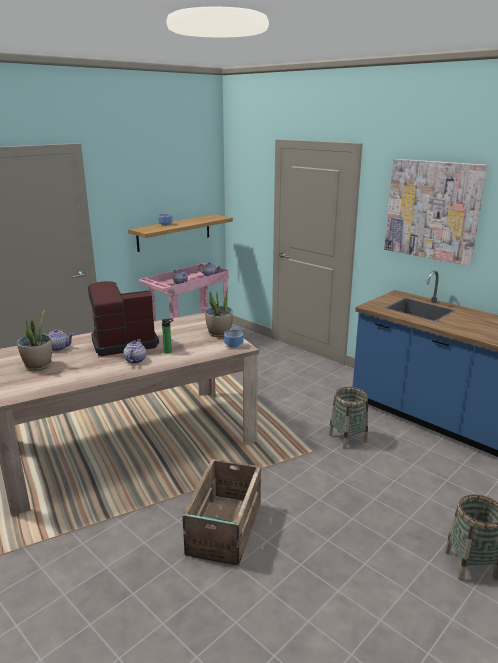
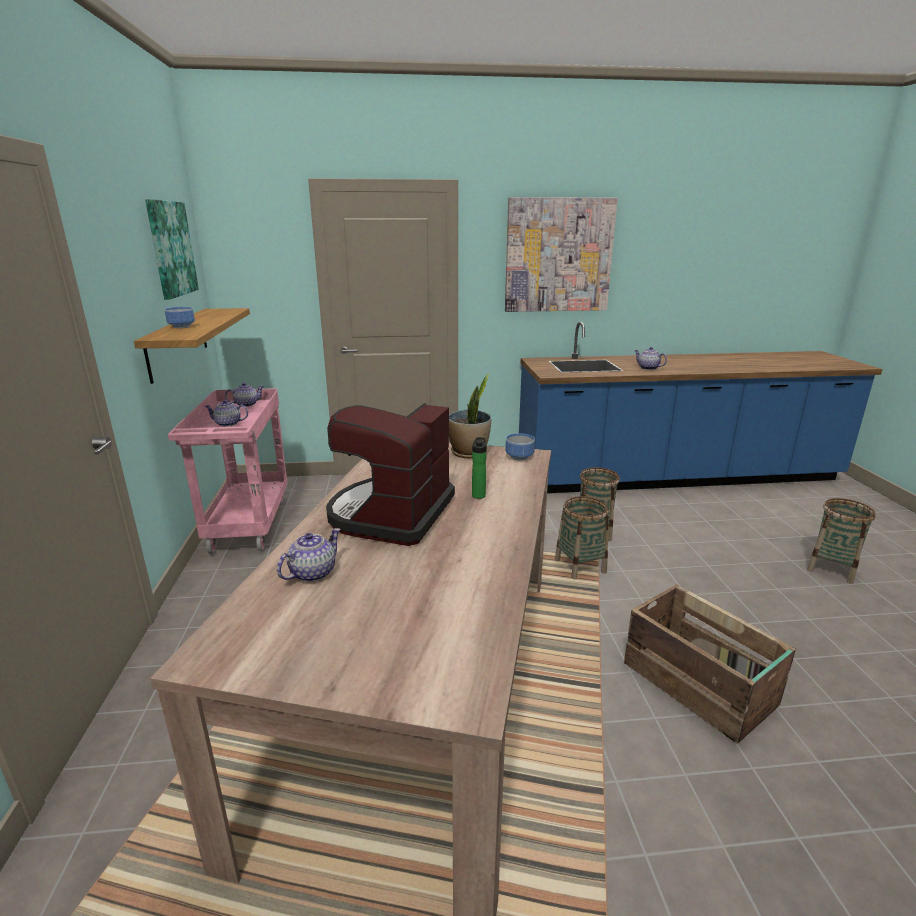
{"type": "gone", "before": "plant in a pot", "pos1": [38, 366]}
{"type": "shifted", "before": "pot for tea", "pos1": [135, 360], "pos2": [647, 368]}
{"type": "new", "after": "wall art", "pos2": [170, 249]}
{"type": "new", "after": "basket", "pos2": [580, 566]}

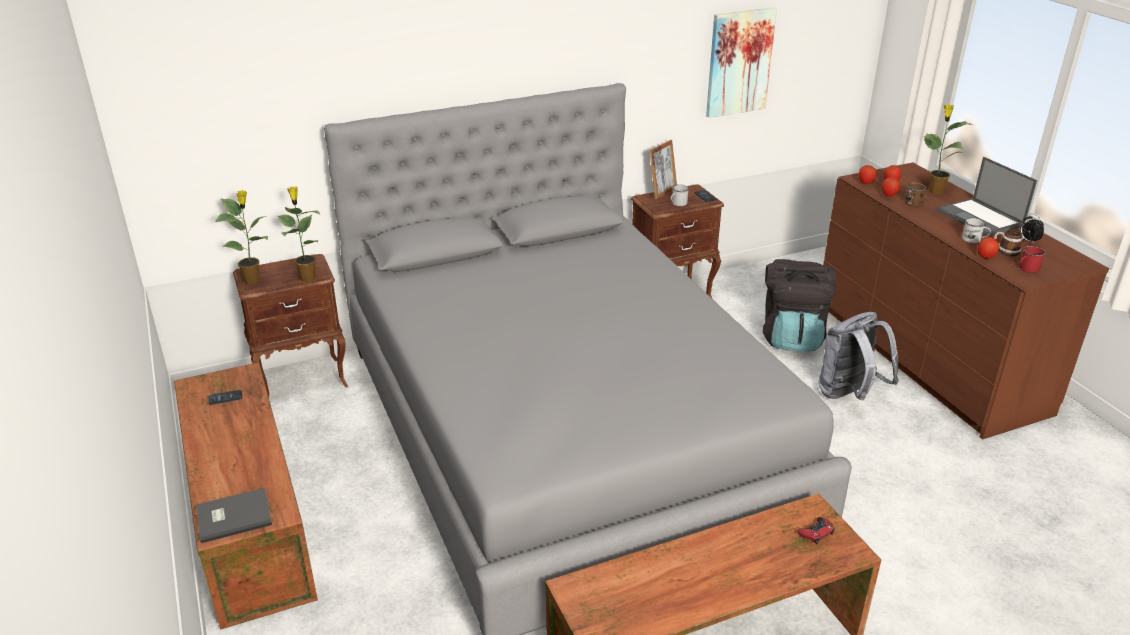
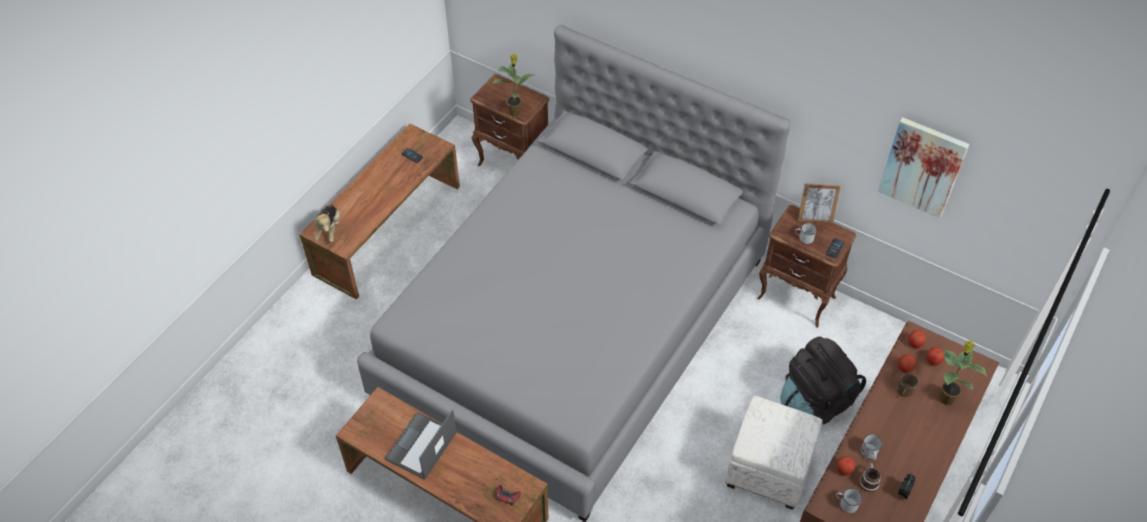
{"type": "shifted", "before": "laptop", "pos1": [981, 218], "pos2": [421, 447]}
{"type": "gone", "before": "plant in a pot", "pos1": [253, 280]}
{"type": "repainted", "before": "red-coloured coffee mug", "after": "white-coloured coffee mug", "pos1": [1026, 269], "pos2": [846, 504]}
{"type": "swapped", "before": "greyish knapsack", "after": "white-coloured pouffe", "pos1": [849, 395], "pos2": [767, 471]}
{"type": "swapped", "before": "greyish bound book", "after": "plush toy", "pos1": [233, 516], "pos2": [329, 229]}

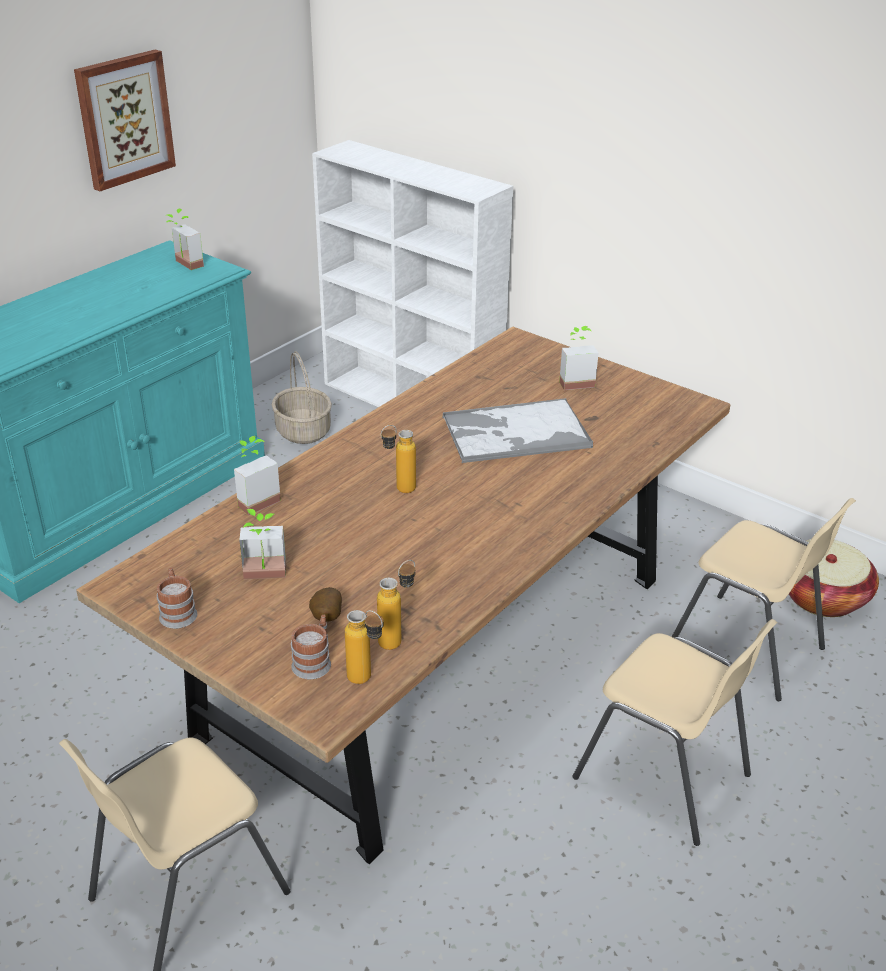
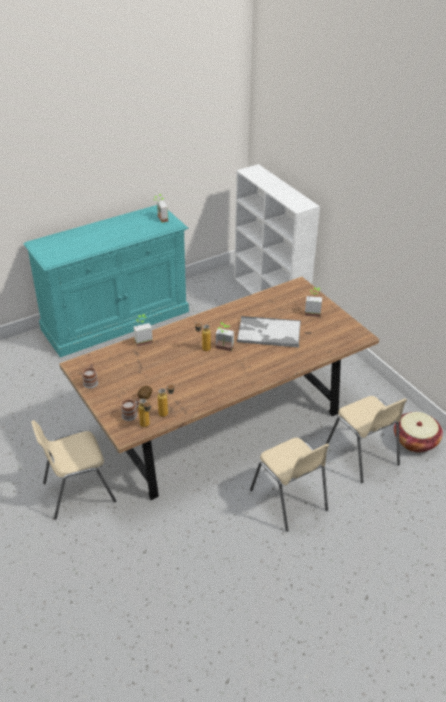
{"type": "gone", "before": "wall art", "pos1": [124, 119]}
{"type": "gone", "before": "basket", "pos1": [304, 432]}
{"type": "shifted", "before": "plant in a pot", "pos1": [264, 577], "pos2": [223, 349]}

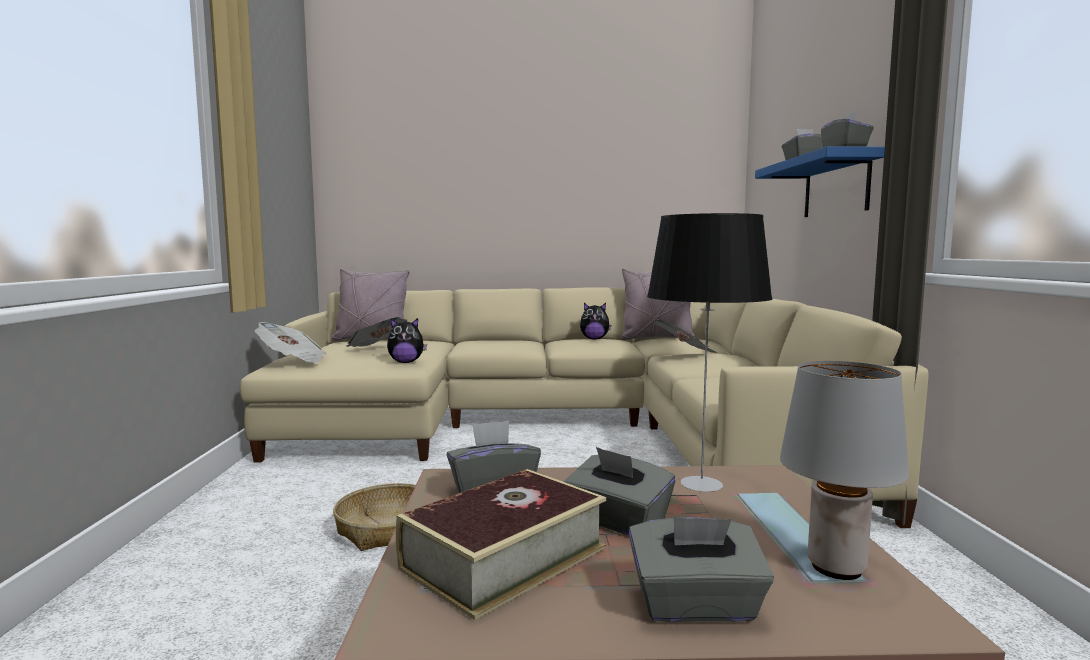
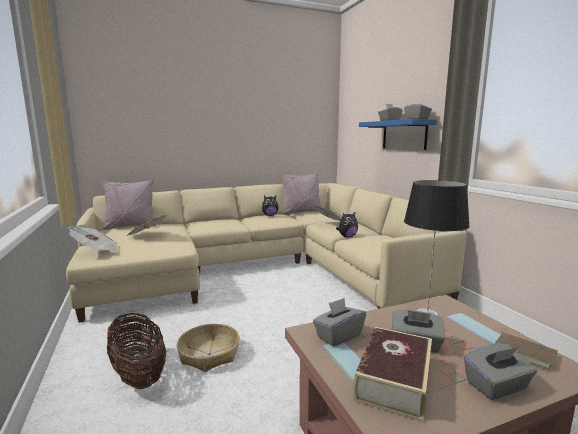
{"type": "shifted", "before": "plush toy", "pos1": [406, 362], "pos2": [347, 237]}
{"type": "swapped", "before": "greyish tabletop lamp", "after": "brown bound book", "pos1": [837, 568], "pos2": [524, 352]}
{"type": "new", "after": "basket", "pos2": [138, 375]}

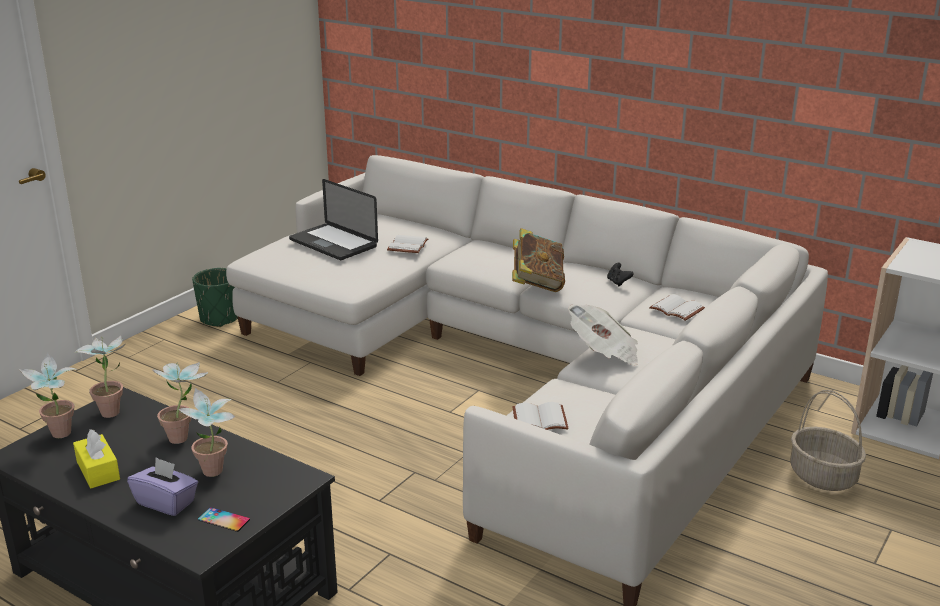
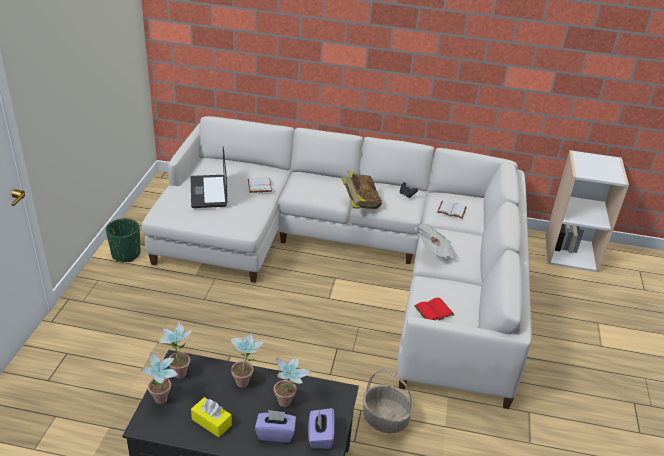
{"type": "rotated", "before": "laptop", "pos1": [333, 243], "pos2": [208, 192], "turn": 60}
{"type": "shifted", "before": "basket", "pos1": [823, 476], "pos2": [386, 419]}
{"type": "repainted", "before": "white-coloured bound book", "after": "red-coloured bound book", "pos1": [540, 418], "pos2": [434, 310]}
{"type": "swapped", "before": "handset", "after": "purplish tissue holder", "pos1": [224, 520], "pos2": [320, 436]}

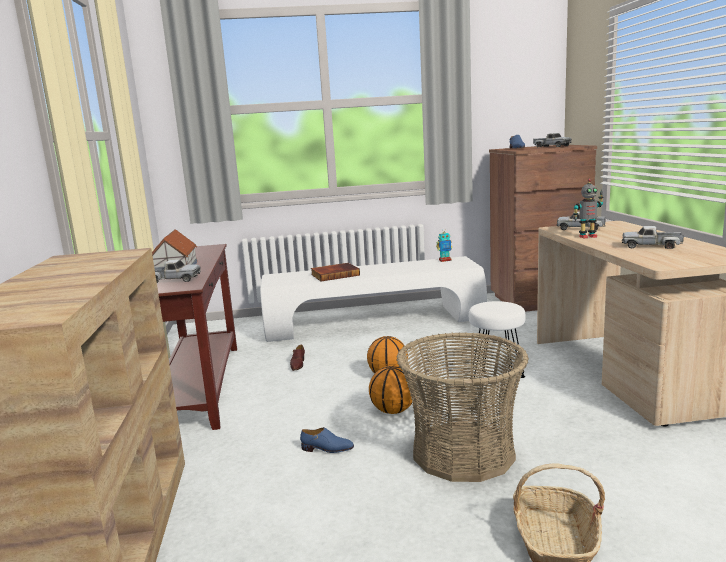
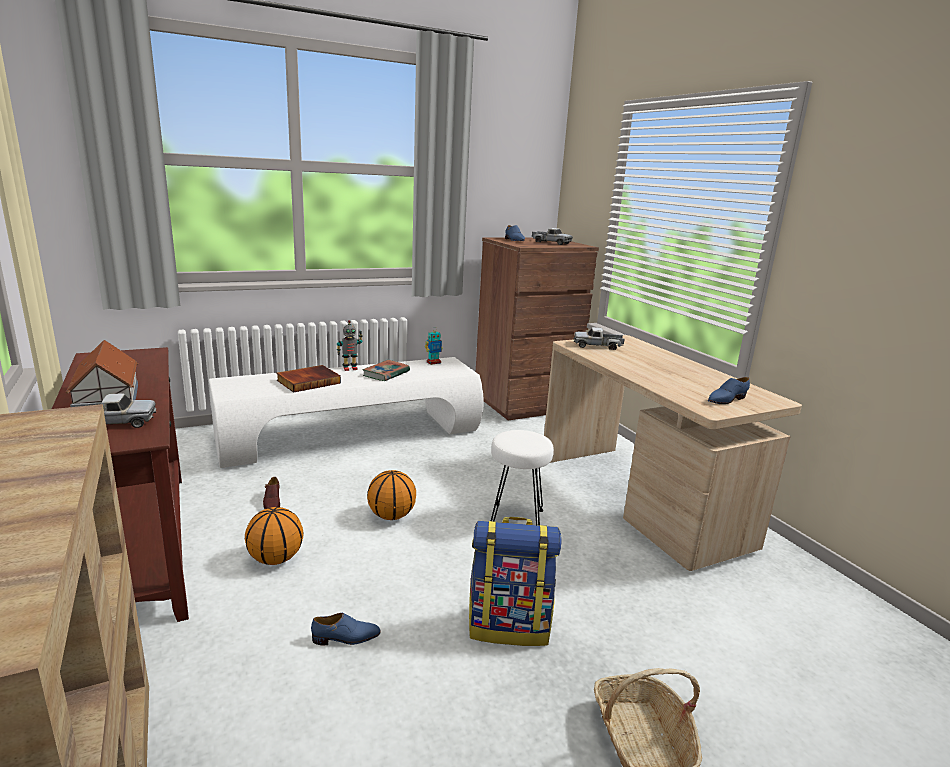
{"type": "shifted", "before": "toy robot", "pos1": [587, 236], "pos2": [350, 368]}
{"type": "gone", "before": "model truck", "pos1": [651, 246]}
{"type": "swapped", "before": "basket", "after": "knapsack", "pos1": [463, 452], "pos2": [509, 625]}
{"type": "shifted", "before": "basketball ball", "pos1": [393, 410], "pos2": [276, 558]}
{"type": "new", "after": "bound book", "pos2": [386, 373]}
{"type": "new", "after": "blue low shoe", "pos2": [726, 400]}

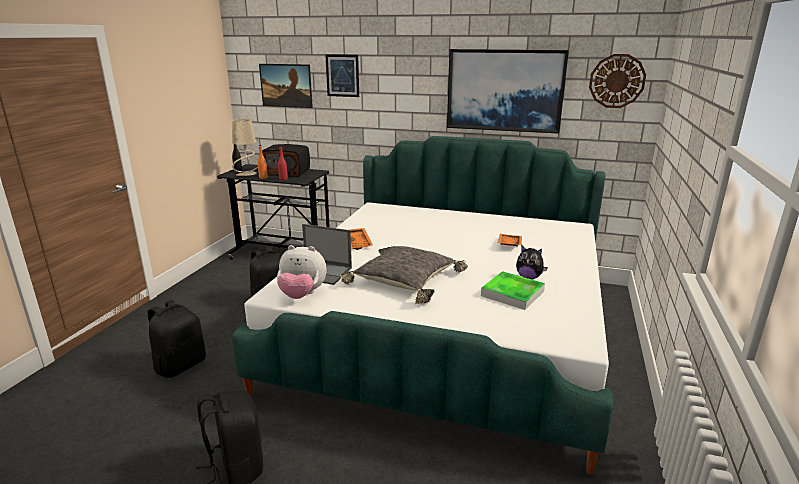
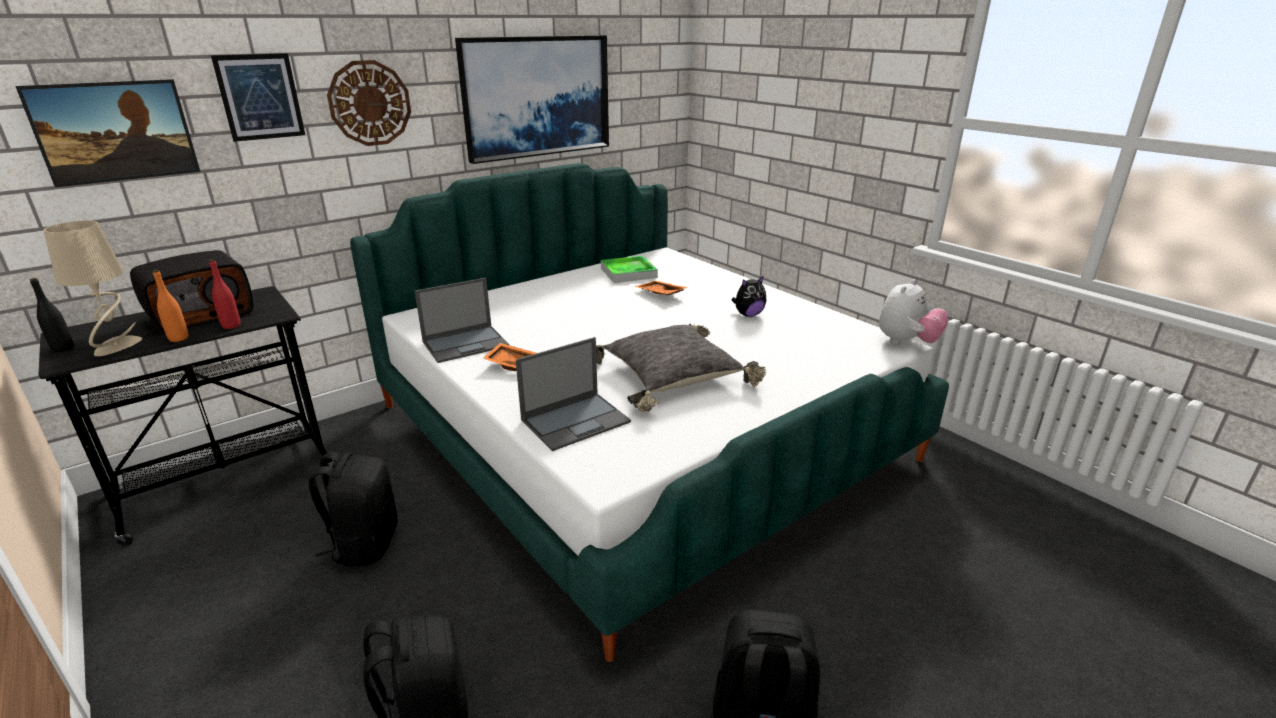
{"type": "shifted", "before": "clock on the wall", "pos1": [617, 81], "pos2": [370, 103]}
{"type": "shifted", "before": "plush toy", "pos1": [302, 295], "pos2": [906, 342]}
{"type": "shifted", "before": "carrying tray", "pos1": [512, 293], "pos2": [628, 273]}
{"type": "new", "after": "laptop", "pos2": [466, 344]}

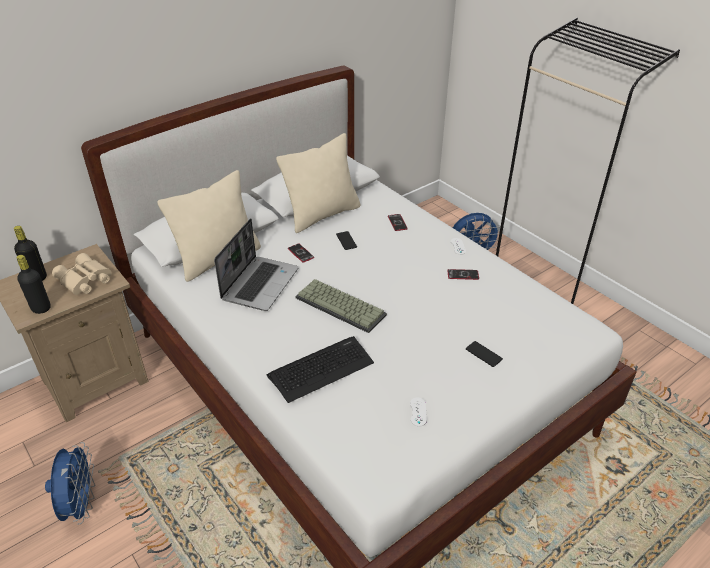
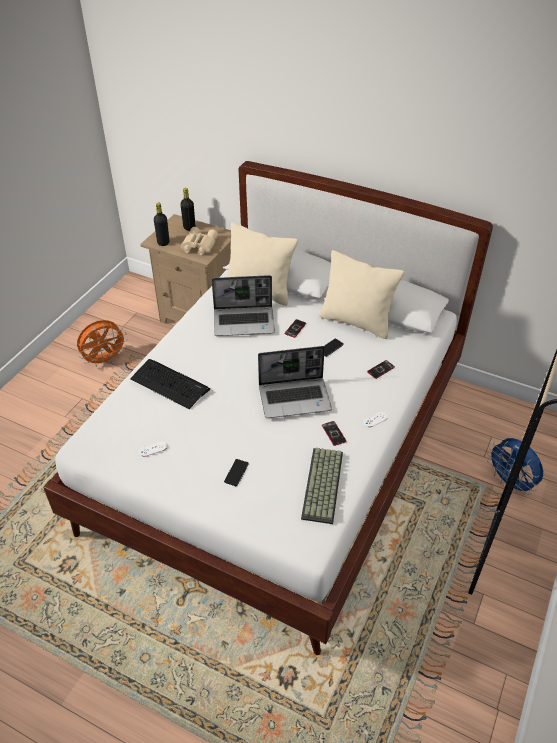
{"type": "shifted", "before": "keyboard", "pos1": [342, 306], "pos2": [324, 486]}
{"type": "repainted", "before": "blue electric fan", "after": "orangey electric fan", "pos1": [81, 505], "pos2": [105, 360]}
{"type": "new", "after": "laptop", "pos2": [295, 398]}

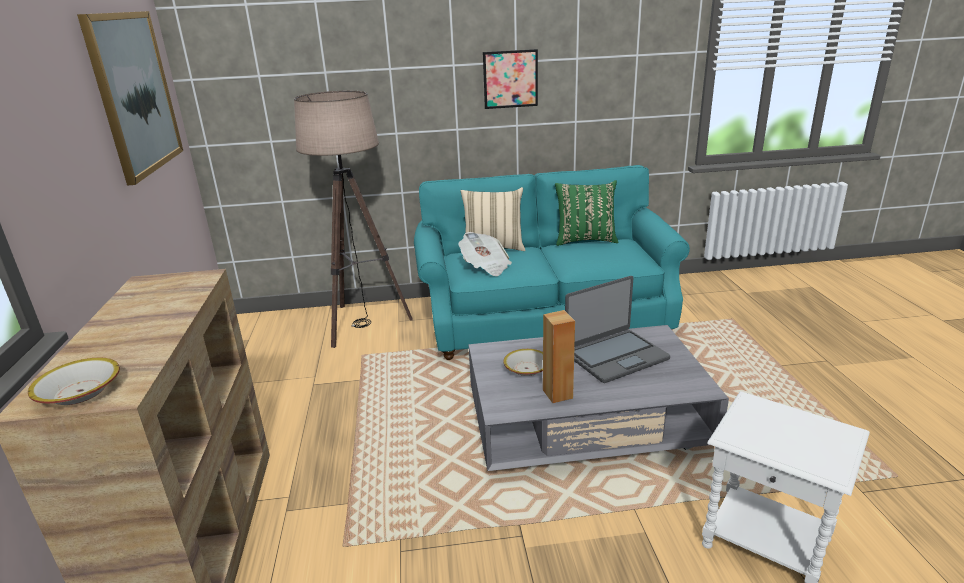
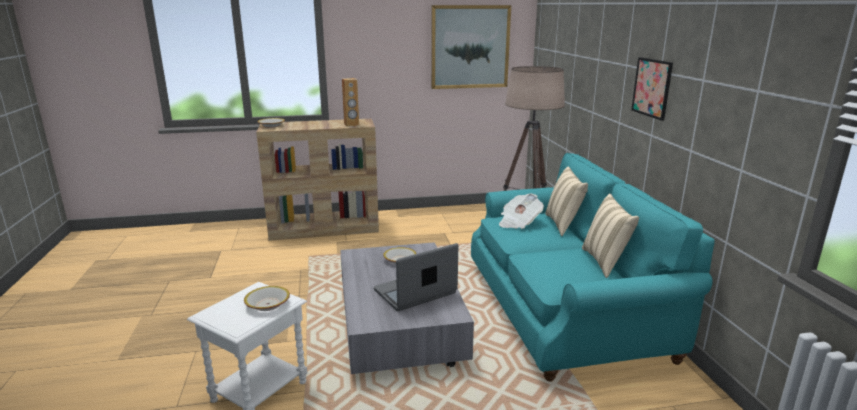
{"type": "repainted", "before": "green pillow", "after": "beige-coloured pillow", "pos1": [585, 240], "pos2": [605, 262]}
{"type": "rotated", "before": "laptop", "pos1": [615, 356], "pos2": [415, 292], "turn": 90}
{"type": "shifted", "before": "brown loudspeaker", "pos1": [558, 394], "pos2": [351, 125]}
{"type": "new", "after": "serving bowl", "pos2": [268, 304]}

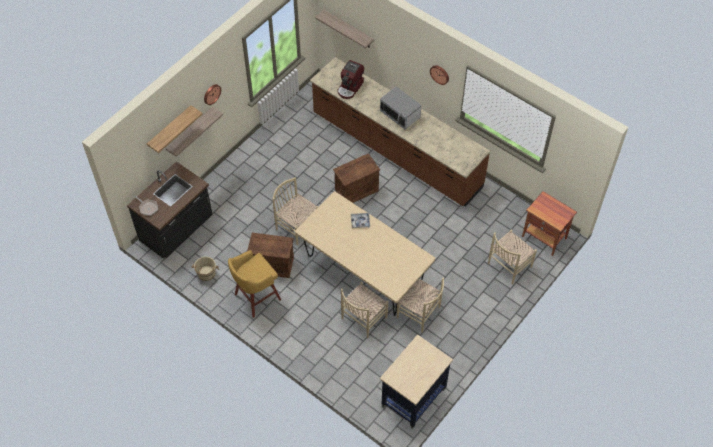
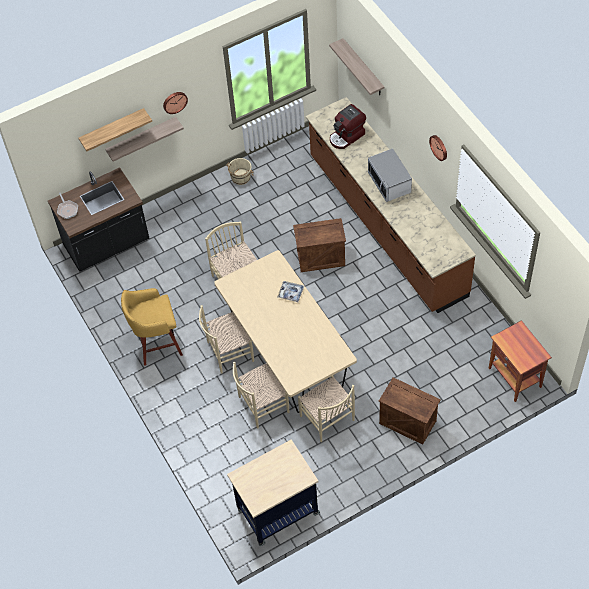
{"type": "shifted", "before": "beige-coloured plain chair", "pos1": [508, 266], "pos2": [228, 352]}
{"type": "shifted", "before": "crate", "pos1": [272, 265], "pos2": [407, 422]}
{"type": "shifted", "before": "beige-coloured pail", "pos1": [206, 274], "pos2": [240, 178]}

